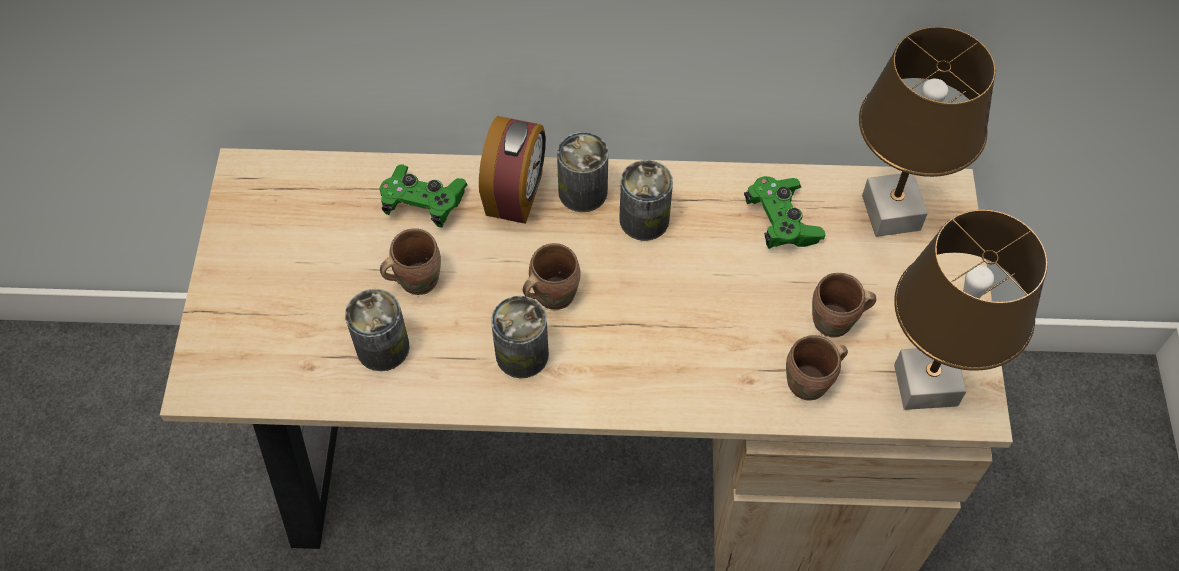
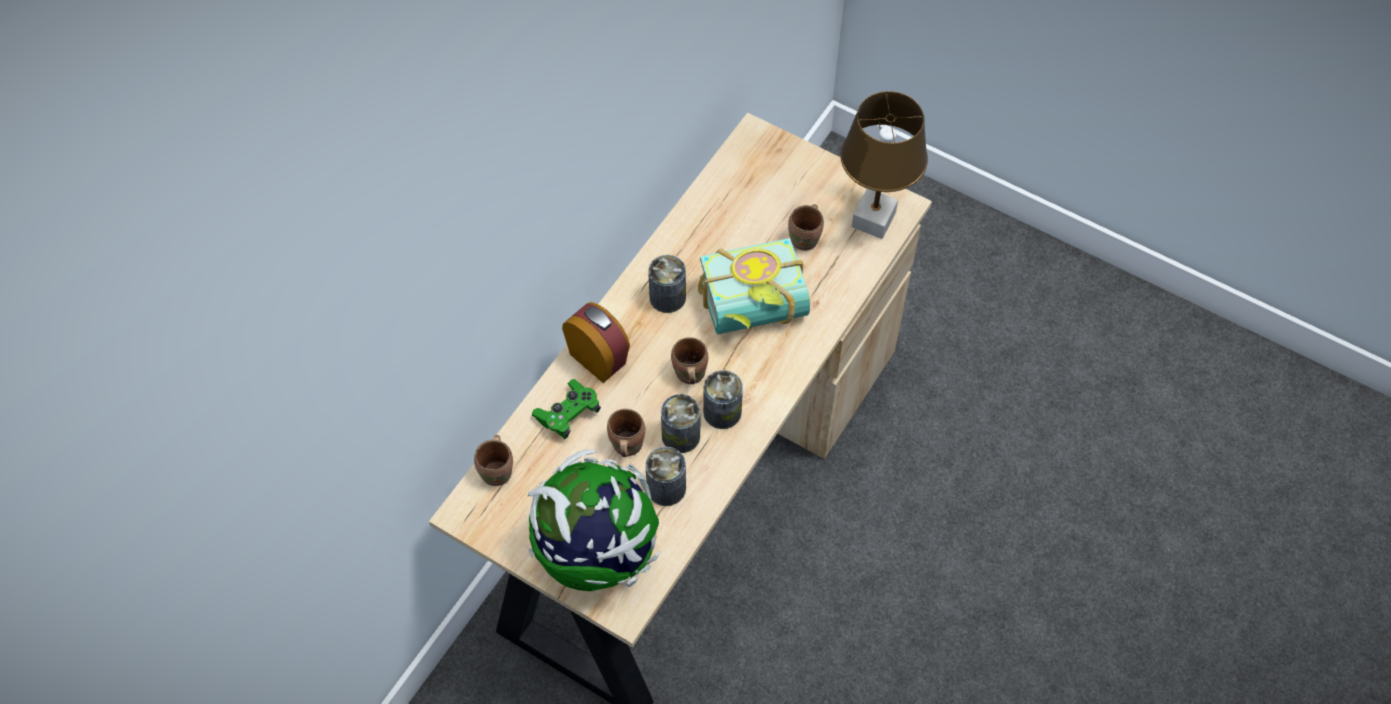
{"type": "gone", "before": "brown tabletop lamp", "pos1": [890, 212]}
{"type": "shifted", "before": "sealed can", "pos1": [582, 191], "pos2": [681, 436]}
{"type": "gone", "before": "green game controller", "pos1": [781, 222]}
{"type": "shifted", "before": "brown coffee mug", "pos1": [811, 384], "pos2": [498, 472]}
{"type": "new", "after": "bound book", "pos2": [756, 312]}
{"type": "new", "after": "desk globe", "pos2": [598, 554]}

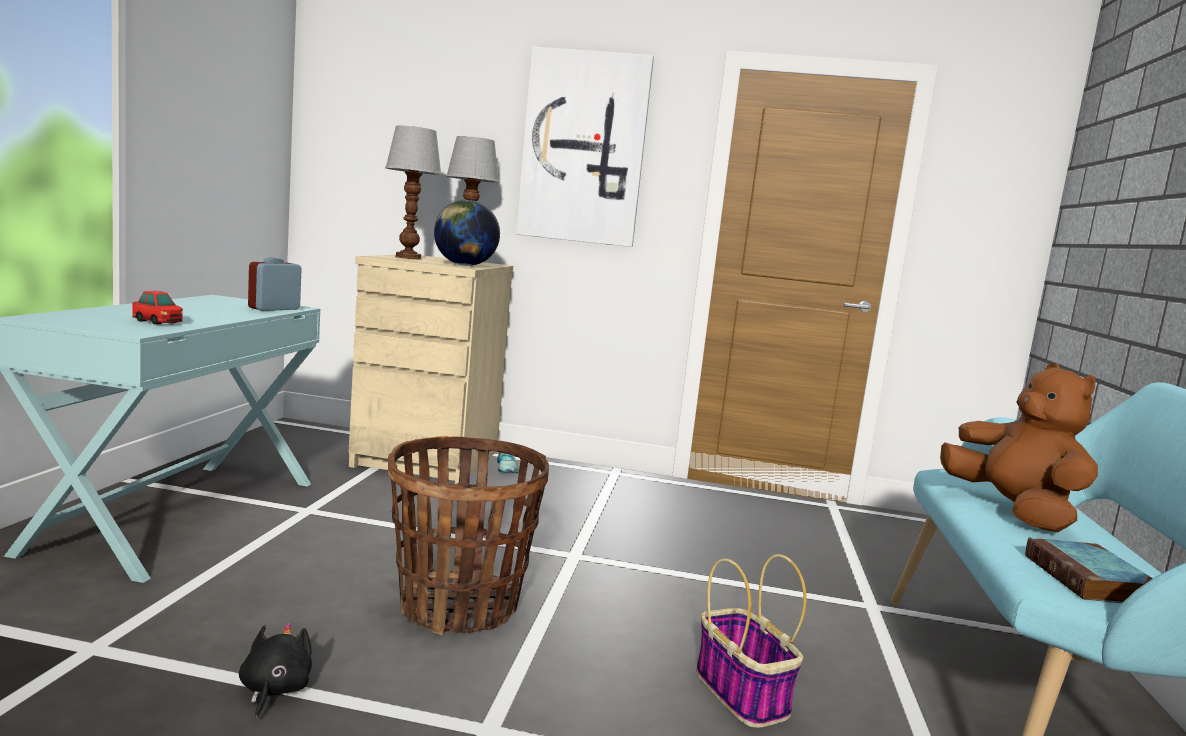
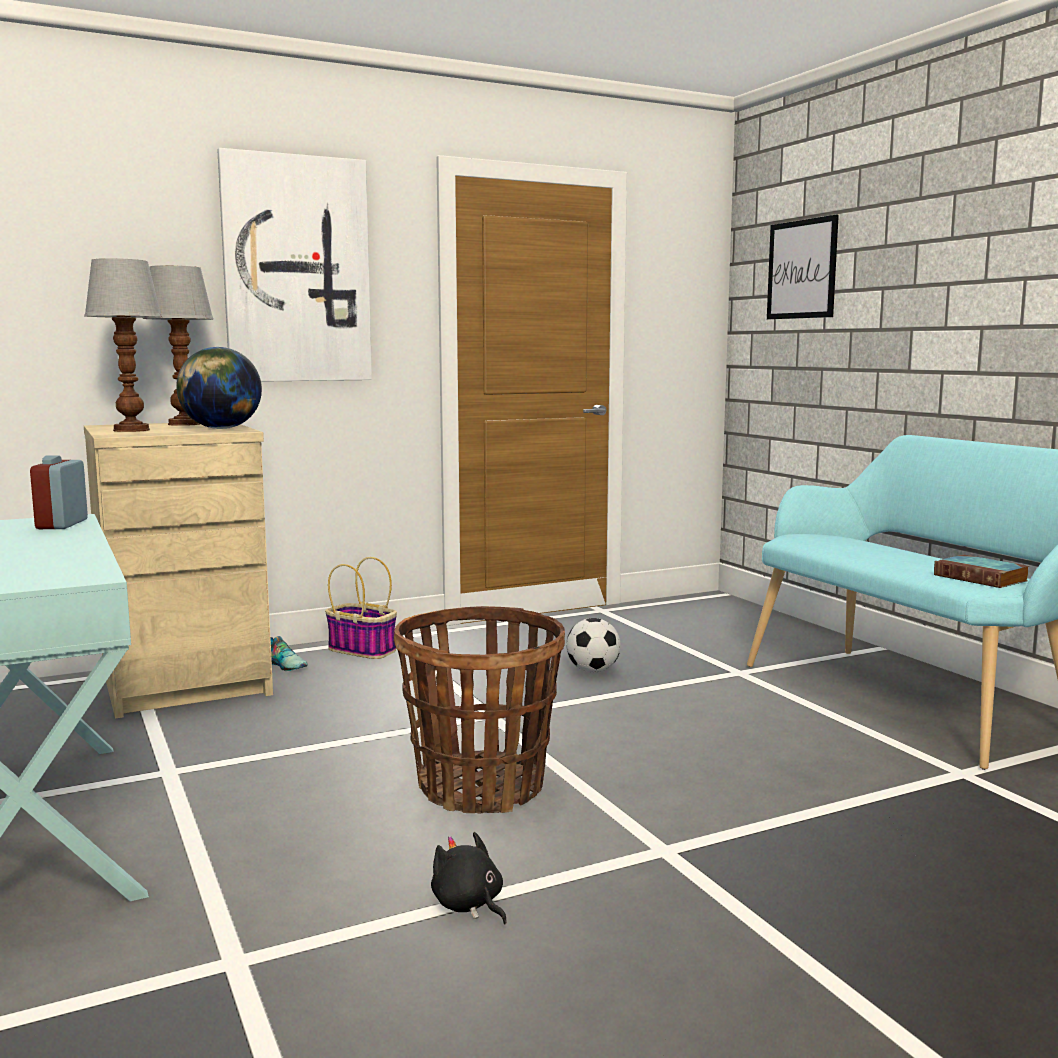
{"type": "gone", "before": "miniature car", "pos1": [158, 322]}
{"type": "gone", "before": "brown plush toy", "pos1": [1013, 512]}
{"type": "shifted", "before": "basket", "pos1": [743, 694], "pos2": [363, 650]}
{"type": "new", "after": "wall art", "pos2": [802, 269]}
{"type": "new", "after": "football ball", "pos2": [592, 671]}

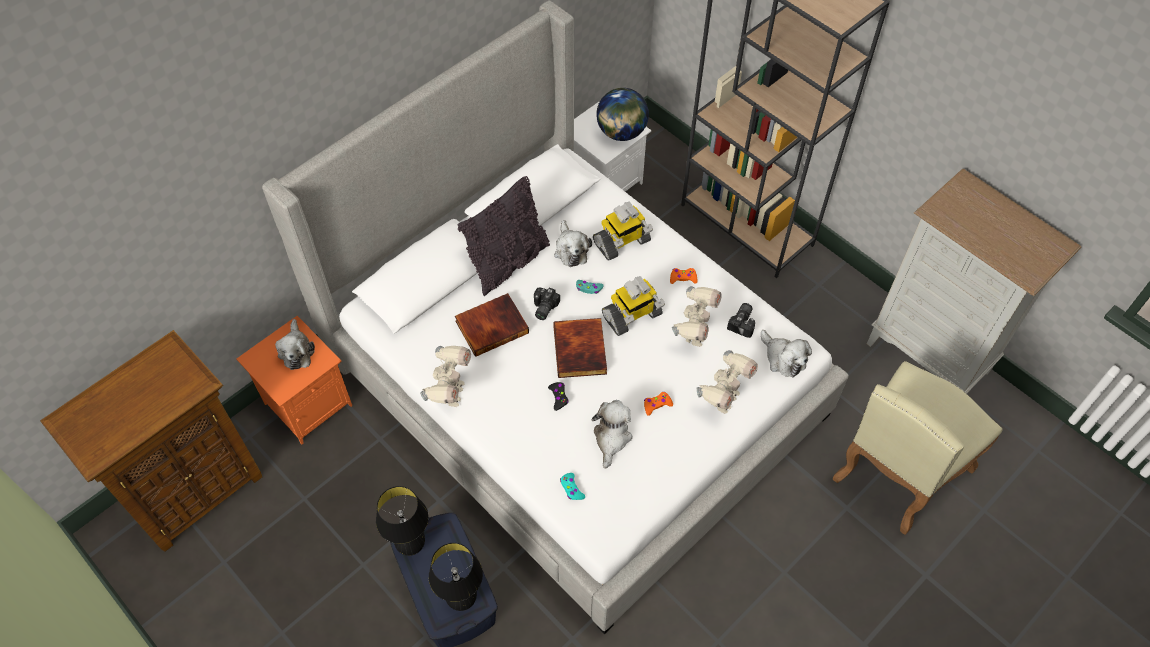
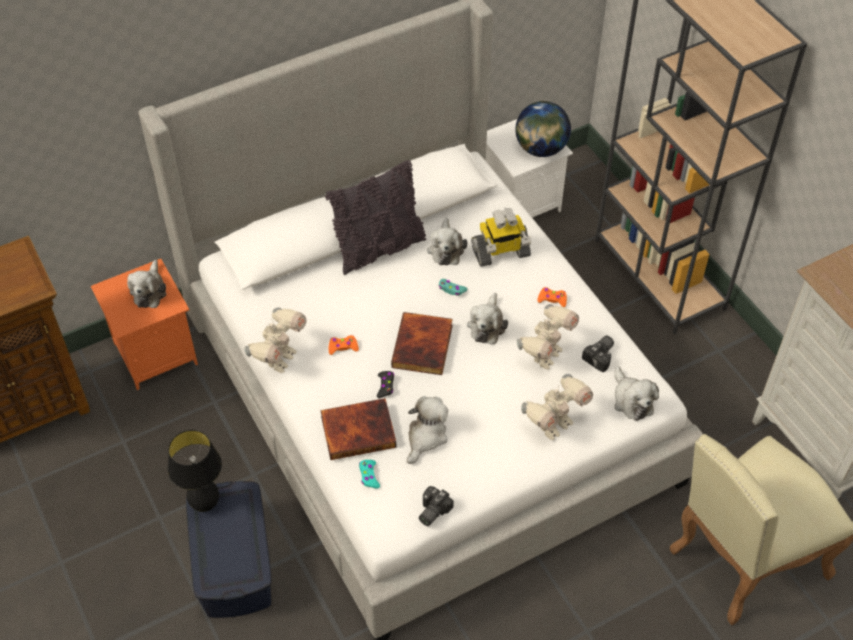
{"type": "swapped", "before": "toy robot", "after": "plush toy", "pos1": [632, 316], "pos2": [487, 325]}
{"type": "shifted", "before": "photo camera", "pos1": [543, 308], "pos2": [431, 511]}
{"type": "shifted", "before": "bound book", "pos1": [491, 325], "pos2": [358, 430]}
{"type": "shifted", "before": "orangey game controller", "pos1": [657, 405], "pos2": [343, 347]}
{"type": "gone", "before": "black-coloured tabletop lamp", "pos1": [462, 600]}

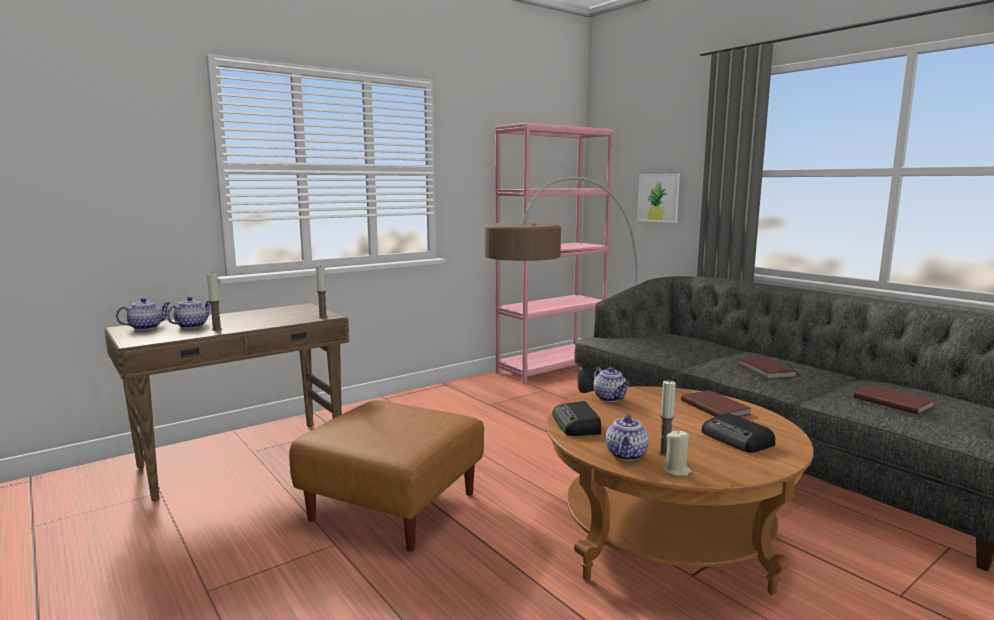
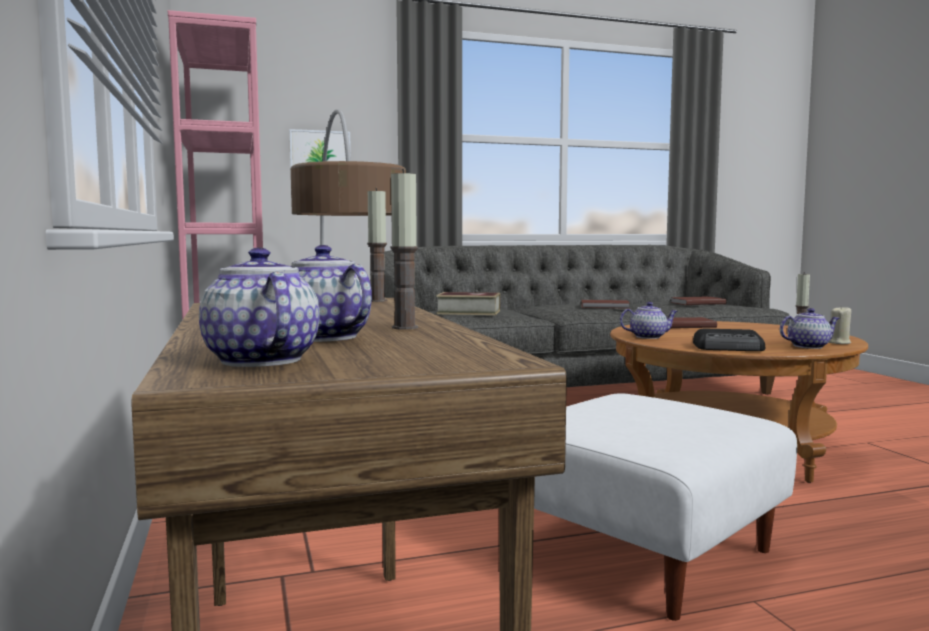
{"type": "repainted", "before": "brown pouffe", "after": "white-coloured pouffe", "pos1": [392, 506], "pos2": [640, 552]}
{"type": "gone", "before": "radio", "pos1": [737, 439]}
{"type": "rotated", "before": "pot for tea", "pos1": [626, 455], "pos2": [808, 346], "turn": -45}
{"type": "new", "after": "bound book", "pos2": [468, 312]}

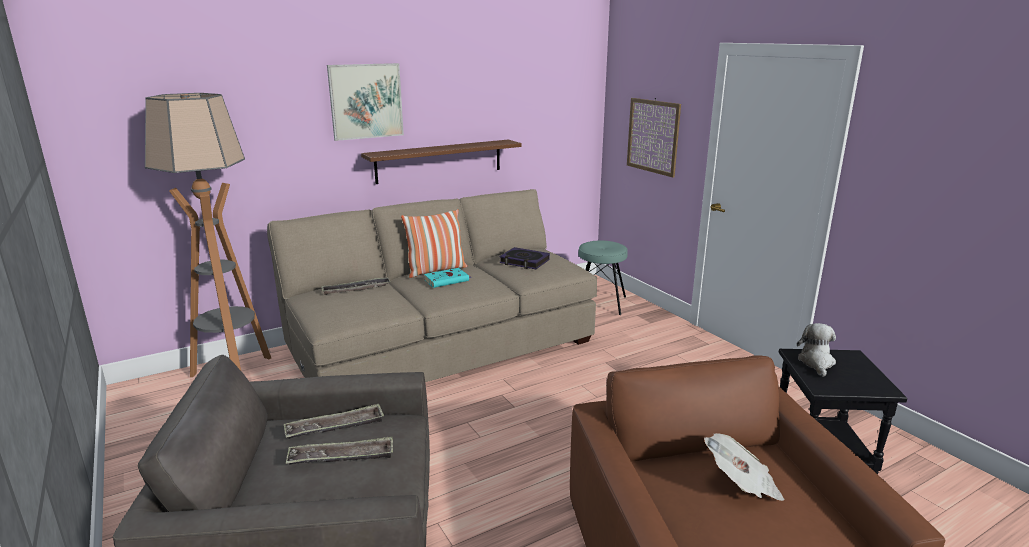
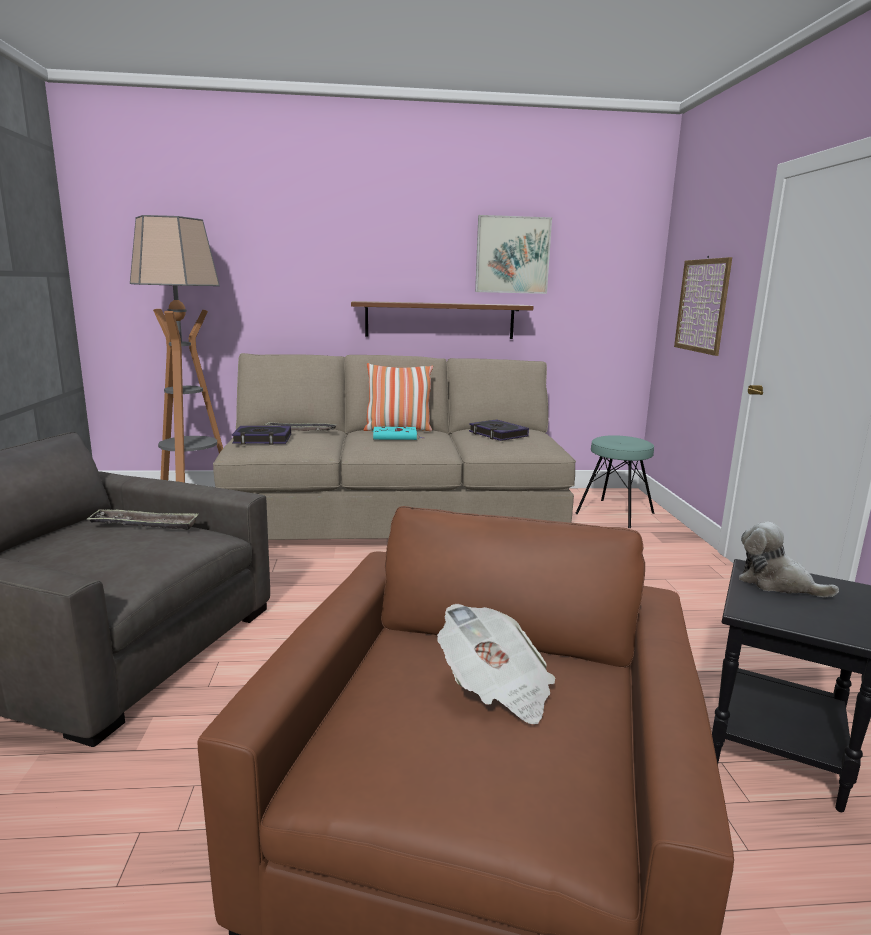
{"type": "shifted", "before": "wall art", "pos1": [366, 101], "pos2": [512, 255]}
{"type": "rotated", "before": "plush toy", "pos1": [816, 362], "pos2": [776, 583], "turn": -90}
{"type": "gone", "before": "carrying tray", "pos1": [341, 457]}
{"type": "new", "after": "bound book", "pos2": [262, 439]}

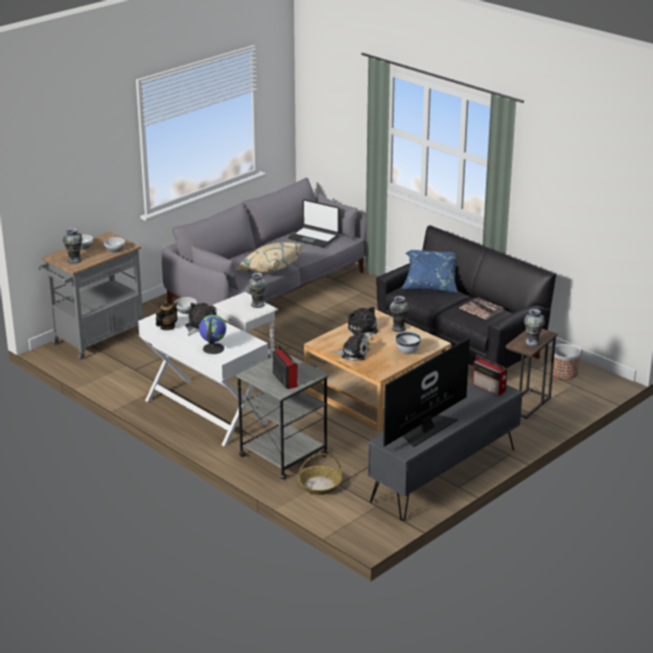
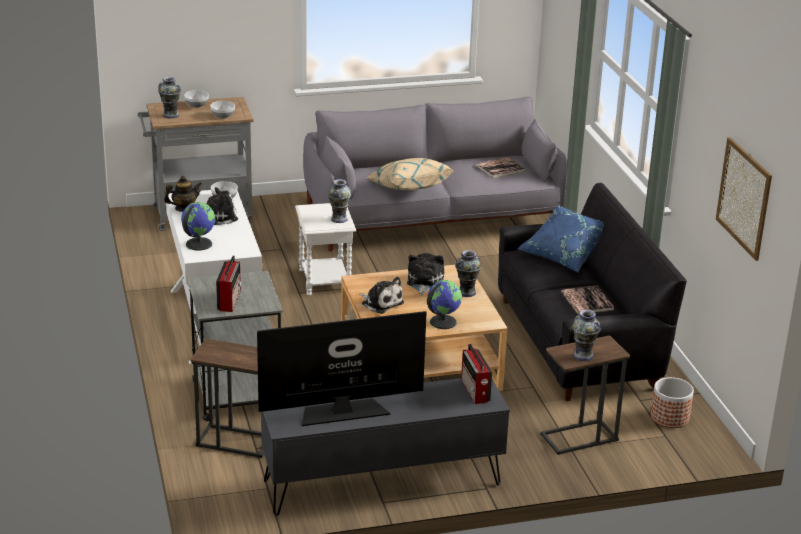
{"type": "swapped", "before": "laptop", "after": "bound book", "pos1": [314, 237], "pos2": [500, 168]}
{"type": "swapped", "before": "white-coloured serving bowl", "after": "desk globe", "pos1": [407, 352], "pos2": [442, 322]}
{"type": "swapped", "before": "basket", "after": "brown end table", "pos1": [319, 485], "pos2": [234, 442]}
{"type": "new", "after": "wall art", "pos2": [744, 196]}

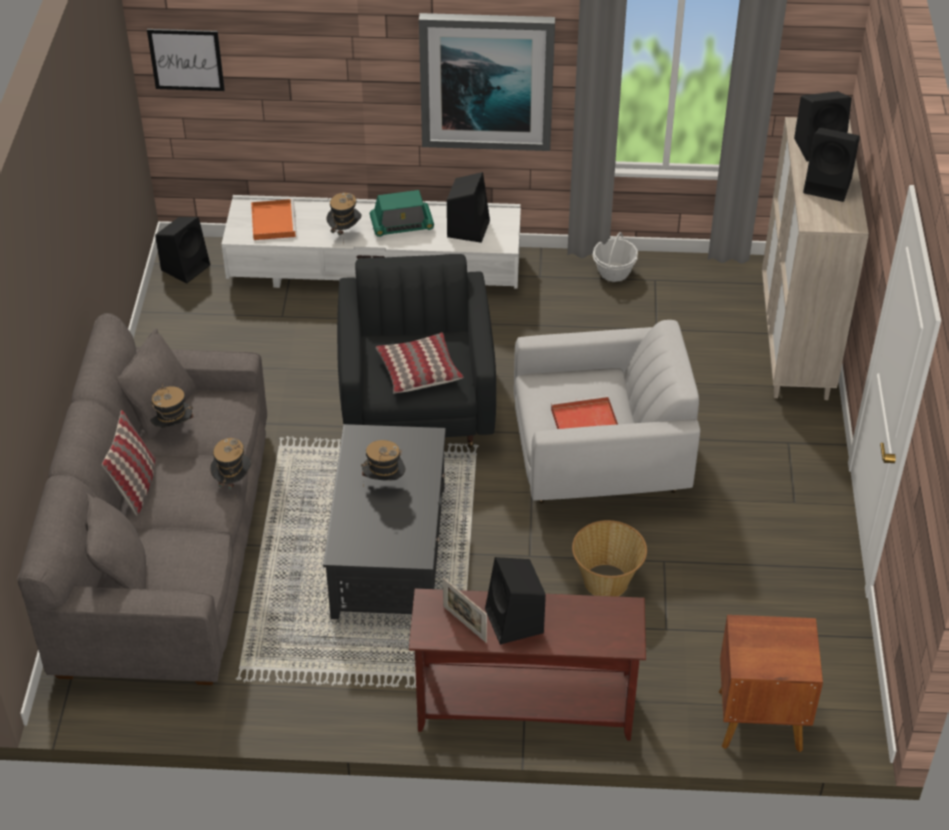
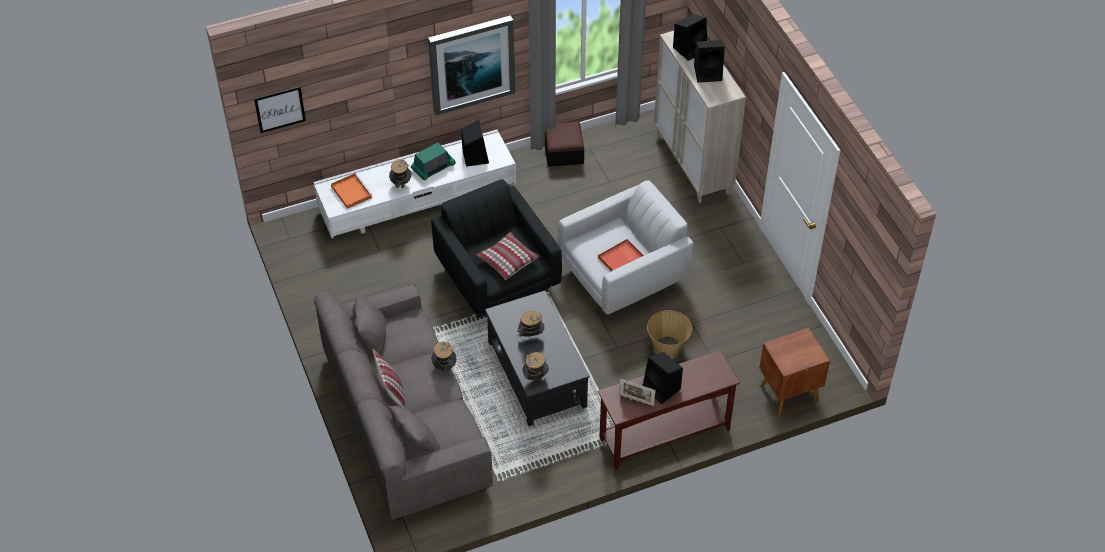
{"type": "gone", "before": "black-coloured loudspeaker", "pos1": [186, 266]}
{"type": "swapped", "before": "basket", "after": "pouffe", "pos1": [614, 272], "pos2": [563, 152]}
{"type": "shifted", "before": "hat", "pos1": [173, 429], "pos2": [535, 377]}

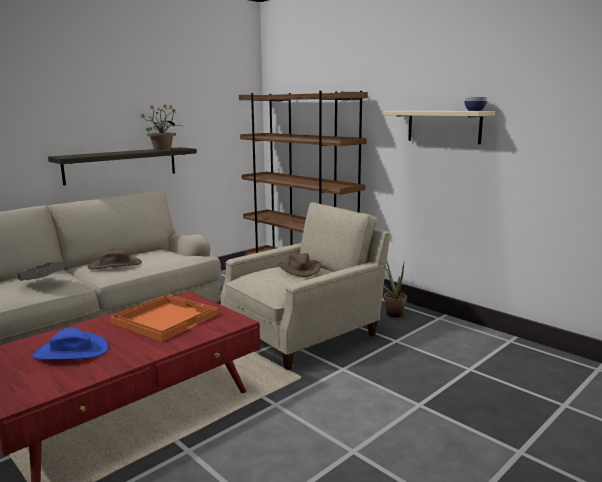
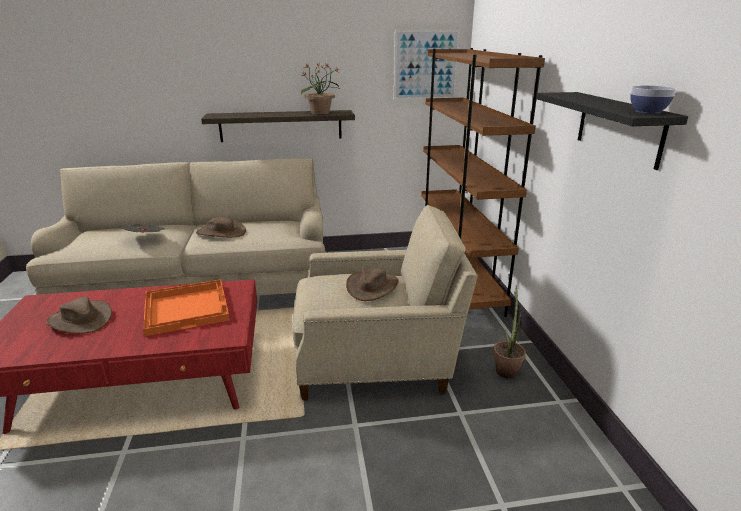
{"type": "repainted", "before": "beige-coloured wall shelf", "after": "black-coloured wall shelf", "pos1": [443, 126], "pos2": [619, 128]}
{"type": "repainted", "before": "blue hat", "after": "brown hat", "pos1": [71, 351], "pos2": [80, 319]}
{"type": "new", "after": "wall art", "pos2": [426, 65]}

